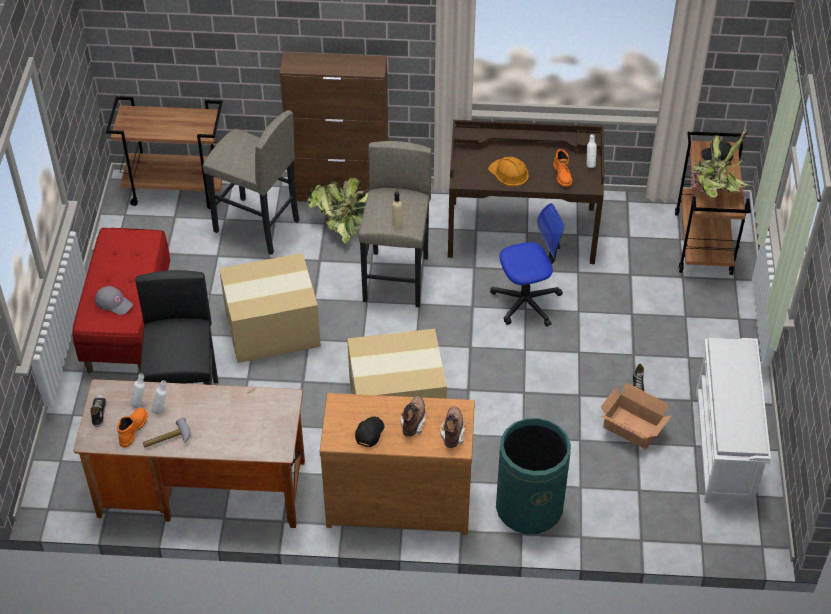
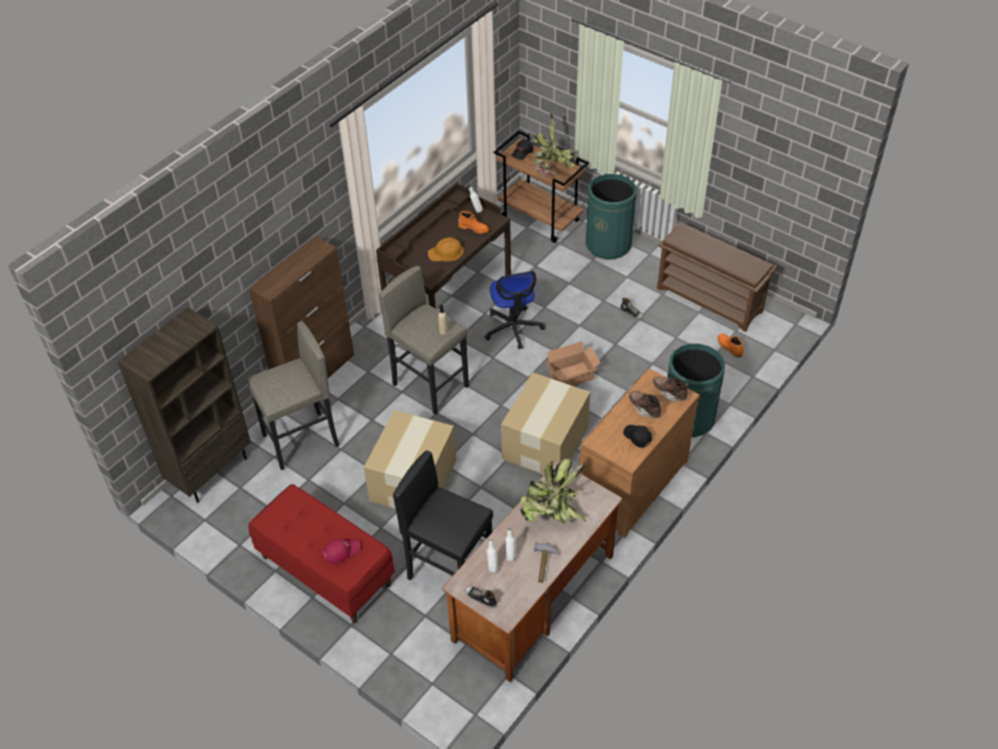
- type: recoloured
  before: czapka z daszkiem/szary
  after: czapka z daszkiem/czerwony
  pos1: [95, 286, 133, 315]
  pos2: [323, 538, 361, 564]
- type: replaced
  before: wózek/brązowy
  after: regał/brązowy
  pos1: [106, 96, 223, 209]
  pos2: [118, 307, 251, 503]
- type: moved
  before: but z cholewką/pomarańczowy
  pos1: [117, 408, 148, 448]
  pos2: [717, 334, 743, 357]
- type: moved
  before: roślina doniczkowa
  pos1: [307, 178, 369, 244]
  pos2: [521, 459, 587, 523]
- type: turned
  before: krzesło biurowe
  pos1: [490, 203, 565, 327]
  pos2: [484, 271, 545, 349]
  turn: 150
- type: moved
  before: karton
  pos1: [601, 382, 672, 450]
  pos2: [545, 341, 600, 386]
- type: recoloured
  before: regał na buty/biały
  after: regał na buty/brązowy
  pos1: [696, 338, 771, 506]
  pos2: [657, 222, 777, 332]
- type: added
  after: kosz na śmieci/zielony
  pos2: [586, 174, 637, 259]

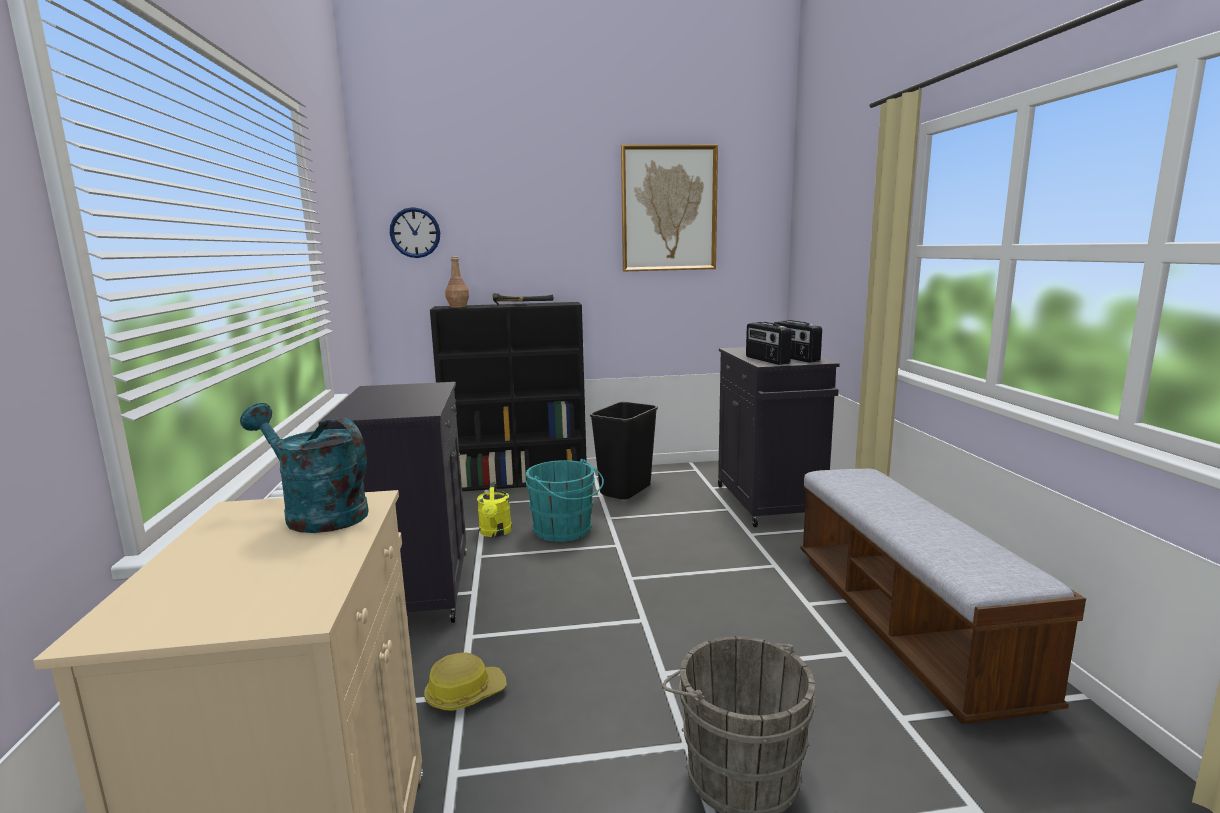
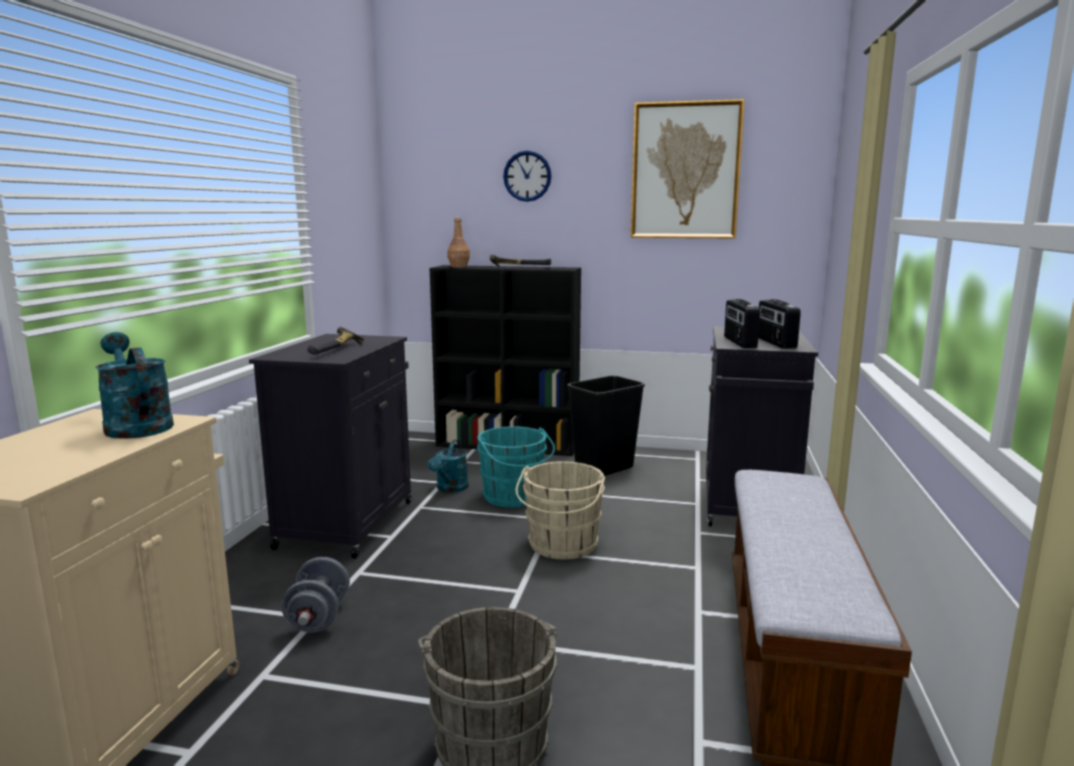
- type: moved
  before: zegar ścienny
  pos1: [390, 207, 440, 258]
  pos2: [503, 151, 551, 202]
- type: replaced
  before: kask
  after: hantel/szary
  pos1: [424, 652, 507, 711]
  pos2: [281, 557, 350, 633]
- type: recoloured
  before: konewka/żółty
  after: konewka/turkusowy
  pos1: [477, 482, 512, 537]
  pos2: [428, 439, 469, 493]
- type: added
  after: młotek
  pos2: [308, 327, 364, 355]
- type: added
  after: wiadro/beżowy
  pos2: [515, 461, 605, 560]

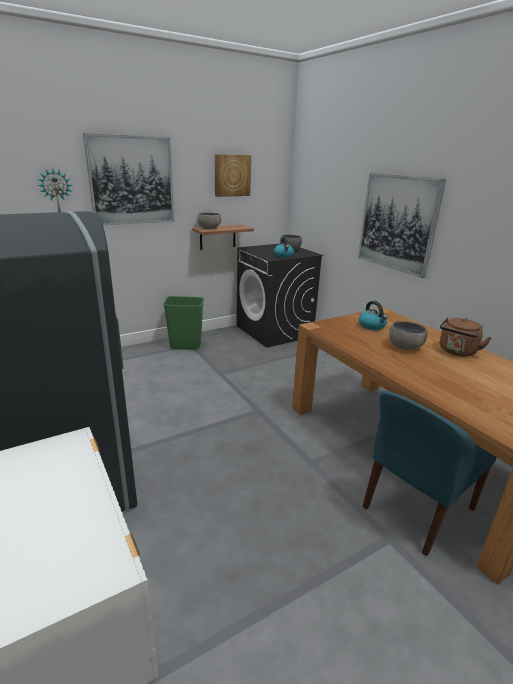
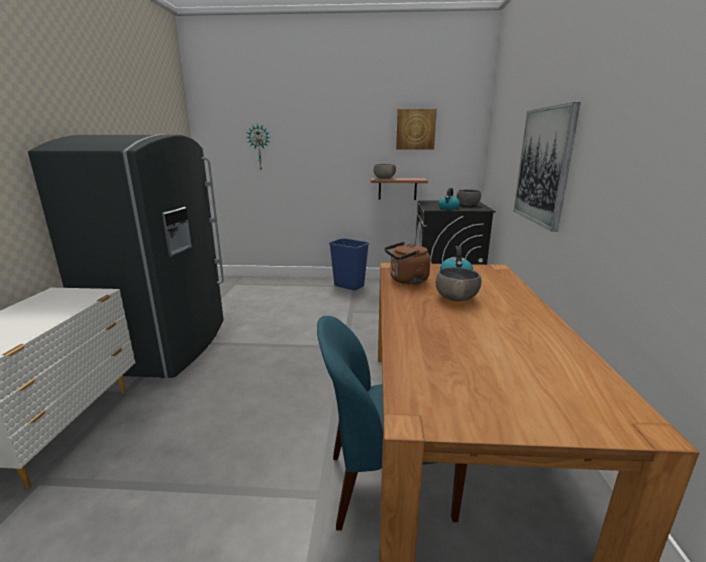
- type: removed
  before: obraz
  pos1: [83, 133, 174, 225]
- type: recoloured
  before: kosz na śmieci/zielony
  after: kosz na śmieci/niebieski
  pos1: [163, 296, 204, 350]
  pos2: [329, 238, 369, 290]
- type: moved
  before: czajnik/brązowy
  pos1: [440, 316, 492, 356]
  pos2: [385, 242, 430, 284]

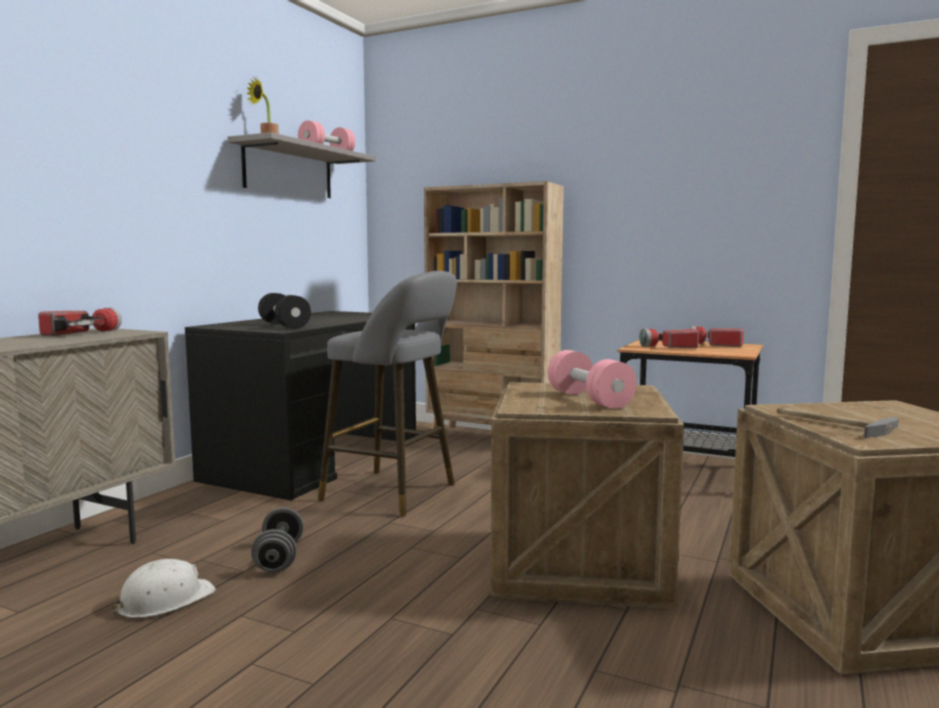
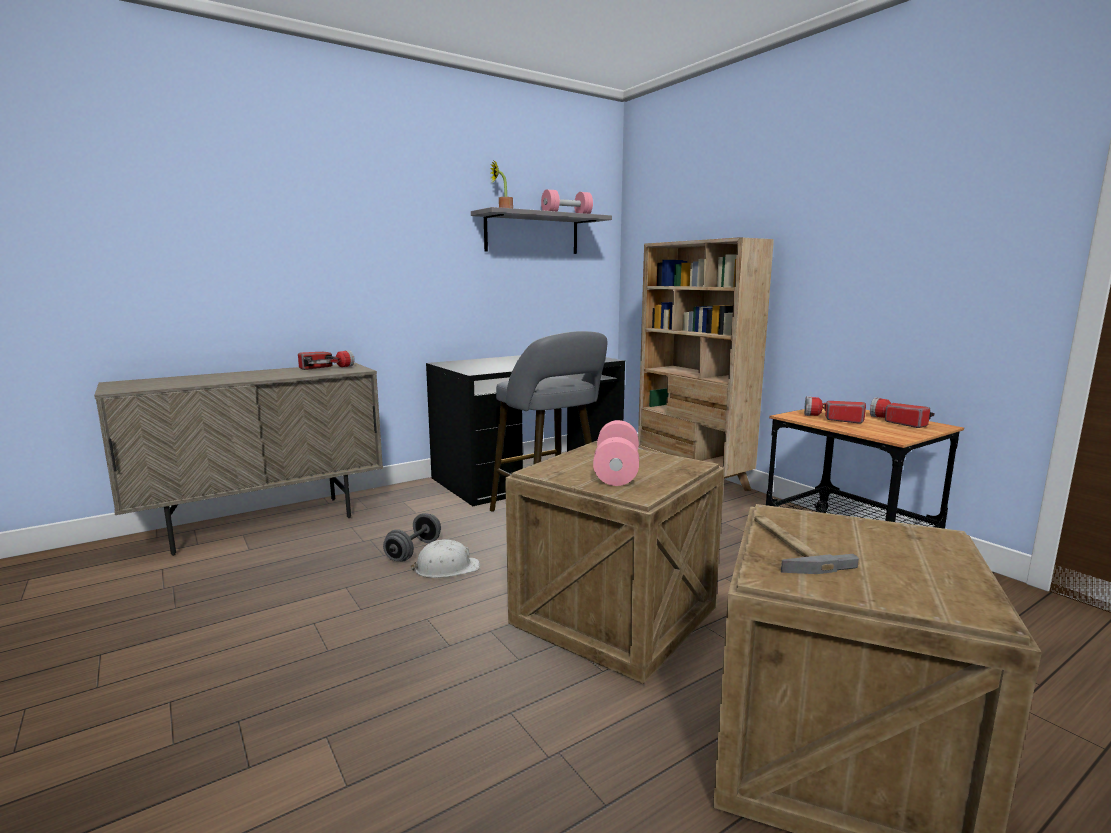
- type: moved
  before: kask/biały
  pos1: [112, 559, 216, 618]
  pos2: [411, 539, 480, 578]
- type: removed
  before: hantel/czarny
  pos1: [258, 293, 311, 329]

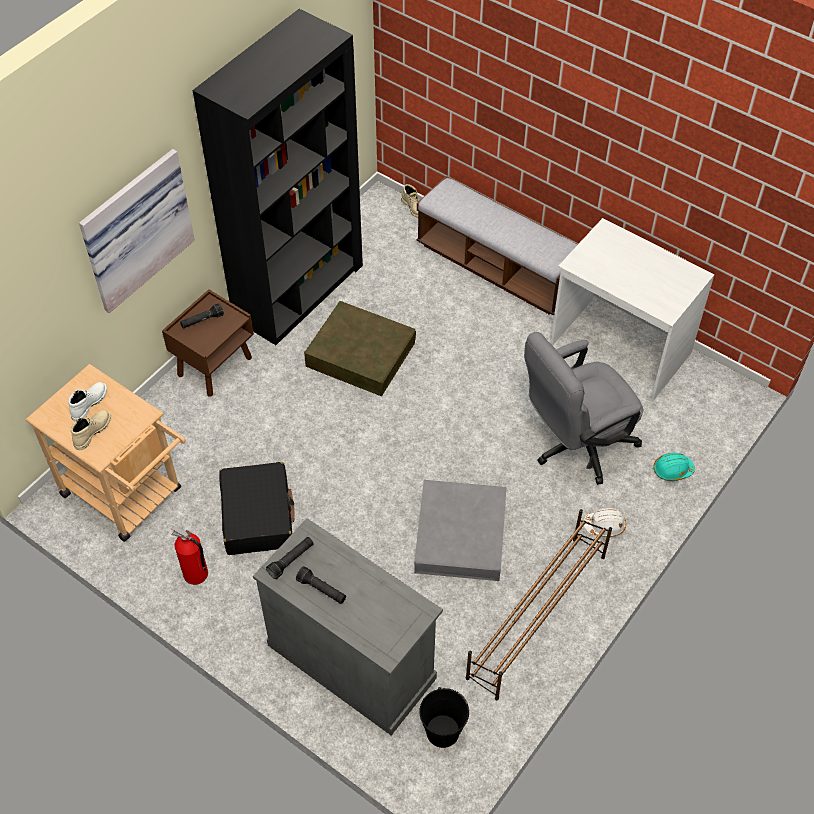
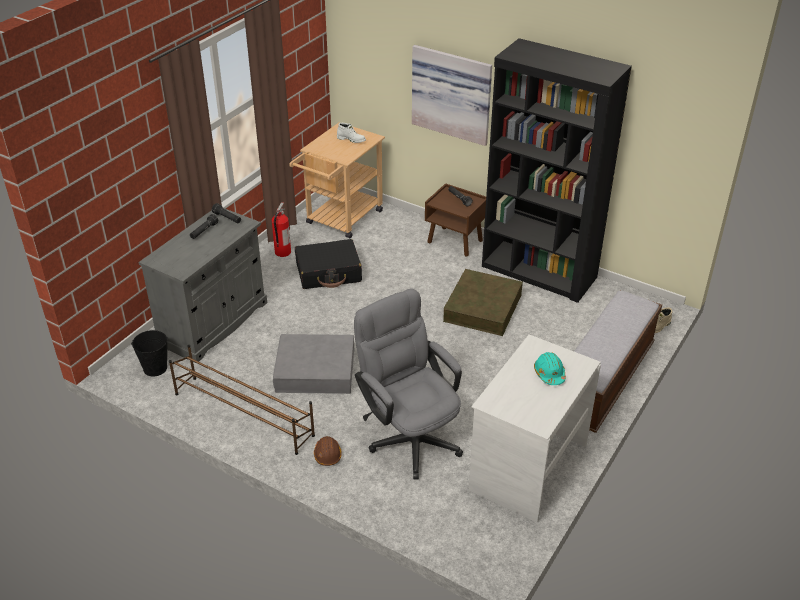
- type: removed
  before: but z cholewką/beżowy
  pos1: [71, 410, 111, 450]
- type: recoloured
  before: kask/biały
  after: kask/brązowy
  pos1: [584, 508, 626, 537]
  pos2: [314, 436, 342, 466]
- type: moved
  before: kask/turkusowy
  pos1: [653, 453, 695, 481]
  pos2: [534, 352, 566, 385]

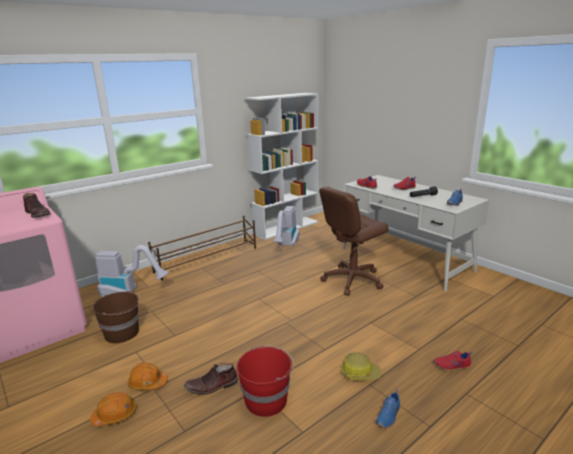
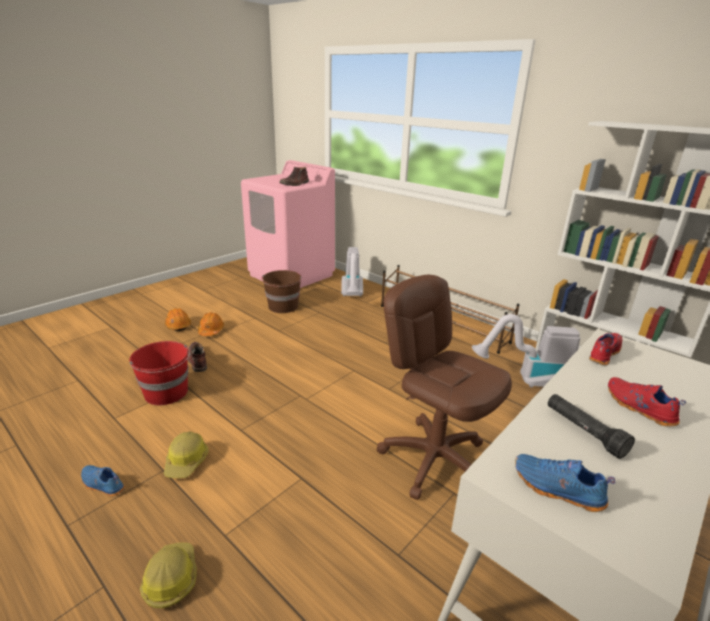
- type: replaced
  before: but/czerwony
  after: kask
  pos1: [434, 351, 473, 371]
  pos2: [140, 543, 197, 608]

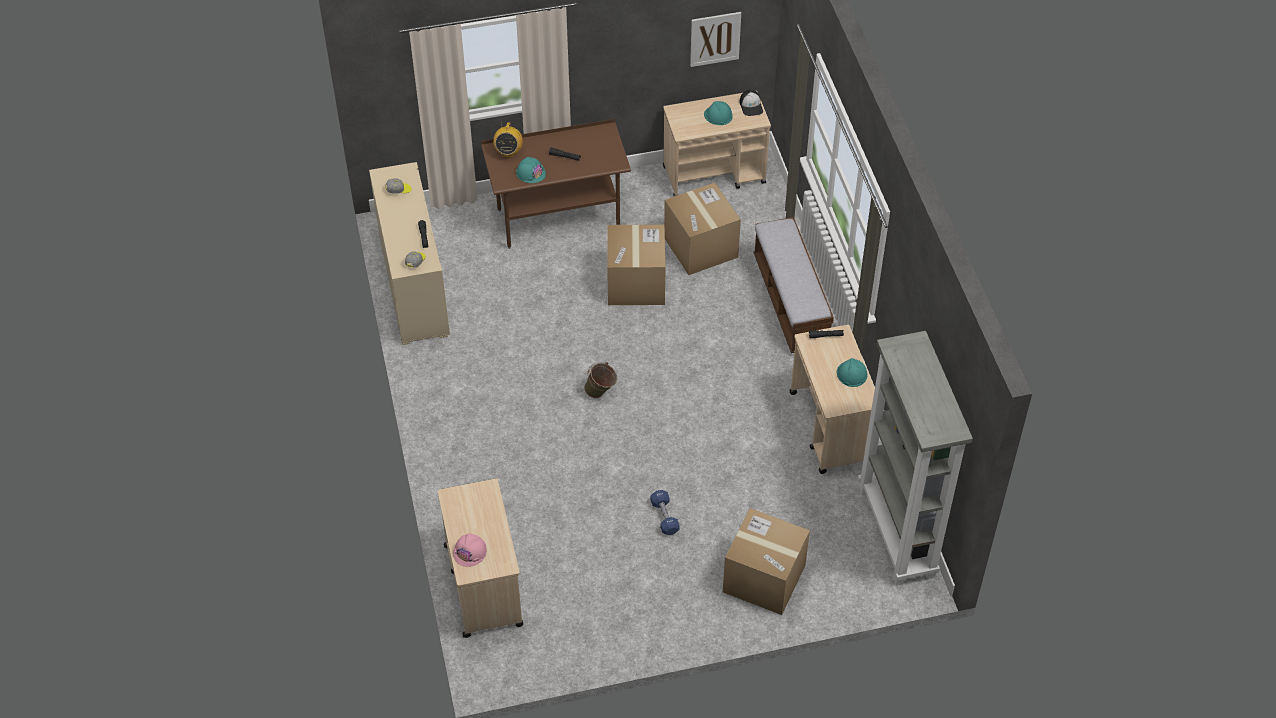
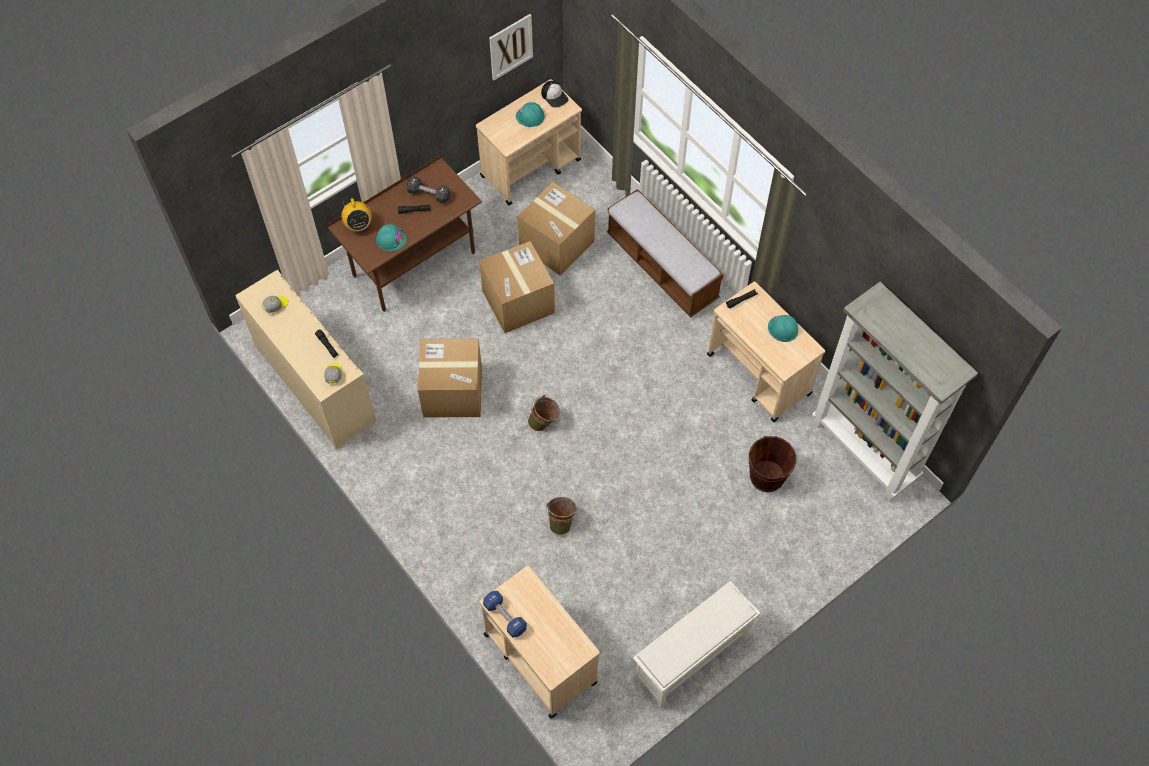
- type: removed
  before: kask/różowy
  pos1: [453, 534, 487, 567]
- type: moved
  before: hantel/niebieski
  pos1: [650, 490, 680, 535]
  pos2: [483, 591, 527, 638]
- type: moved
  before: karton
  pos1: [723, 508, 810, 615]
  pos2: [418, 339, 482, 418]
- type: added
  after: hantel/czarny
  pos2: [406, 177, 451, 203]
- type: added
  after: wiadro/zielony
  pos2: [546, 497, 577, 535]
- type: added
  after: regał na buty/biały
  pos2: [633, 581, 760, 708]
- type: added
  after: wiadro/brązowy
  pos2: [749, 436, 796, 492]

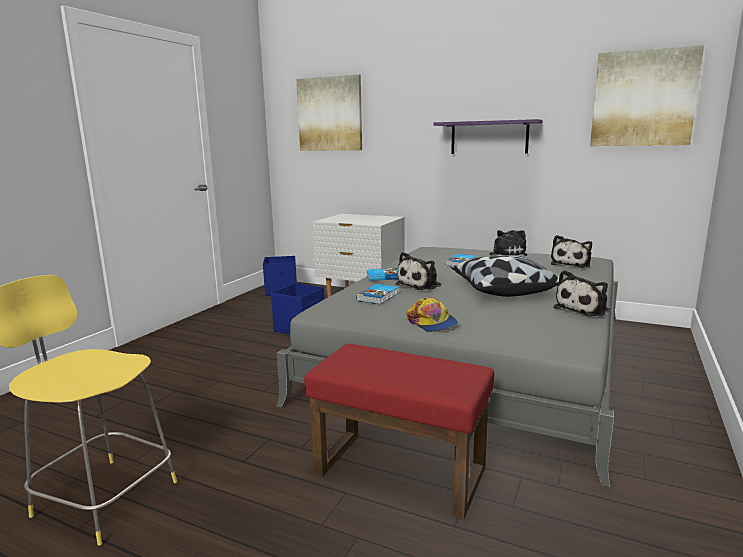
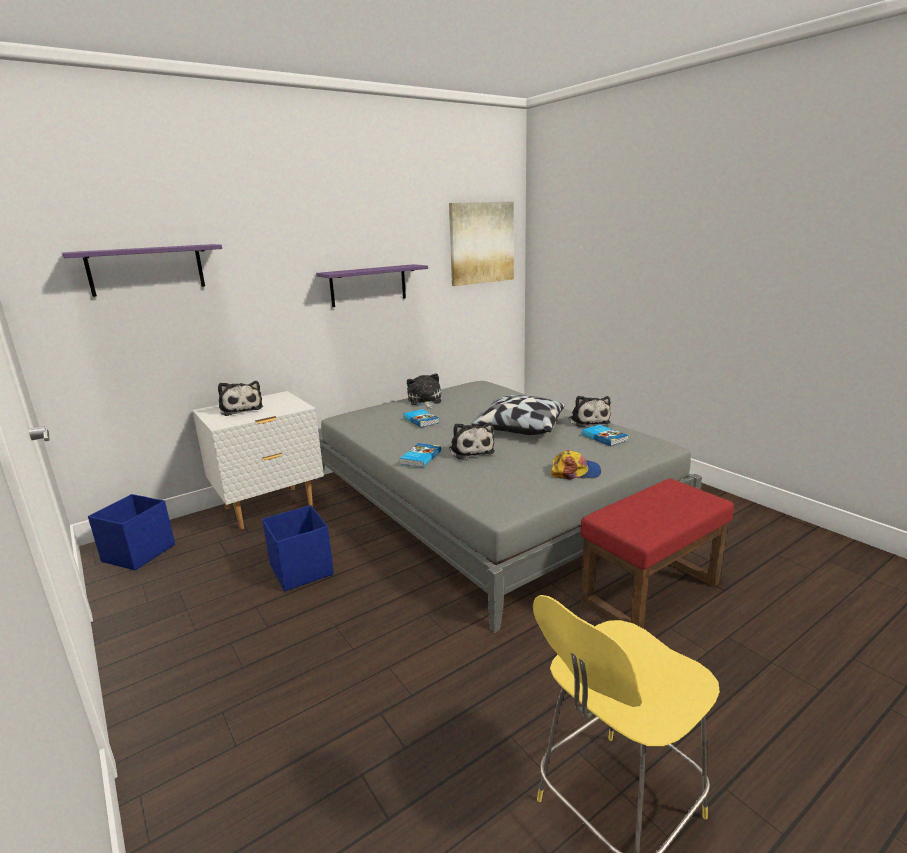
- type: replaced
  before: obraz
  after: półka/fioletowy
  pos1: [296, 74, 362, 151]
  pos2: [61, 244, 222, 297]
- type: moved
  before: książka
  pos1: [356, 284, 399, 304]
  pos2: [582, 425, 629, 446]
- type: moved
  before: pluszak
  pos1: [551, 235, 592, 267]
  pos2: [218, 381, 263, 416]

